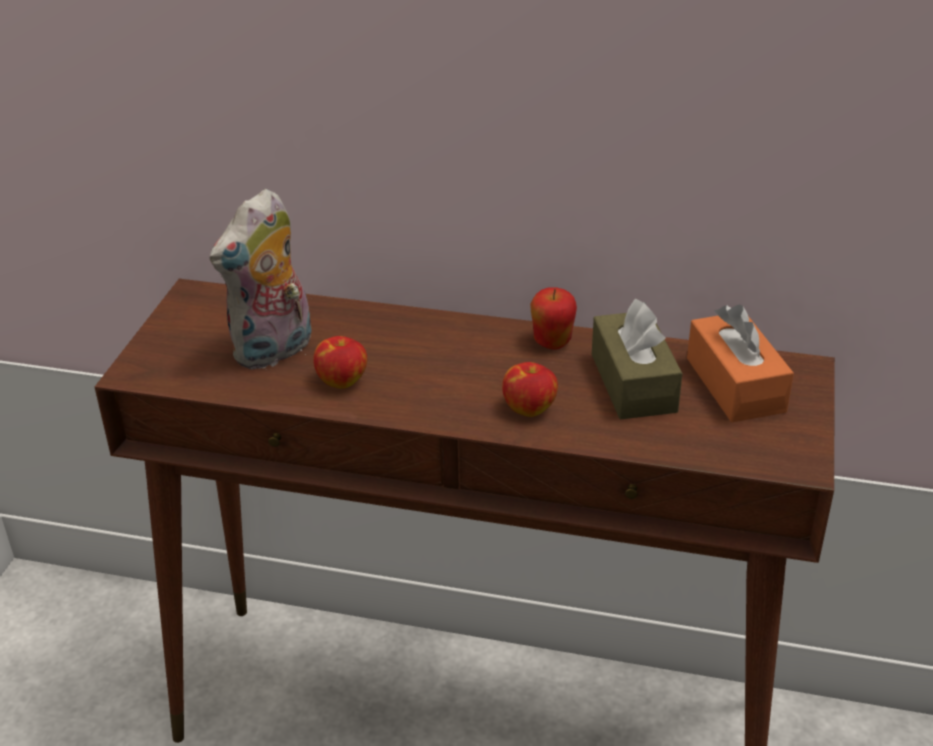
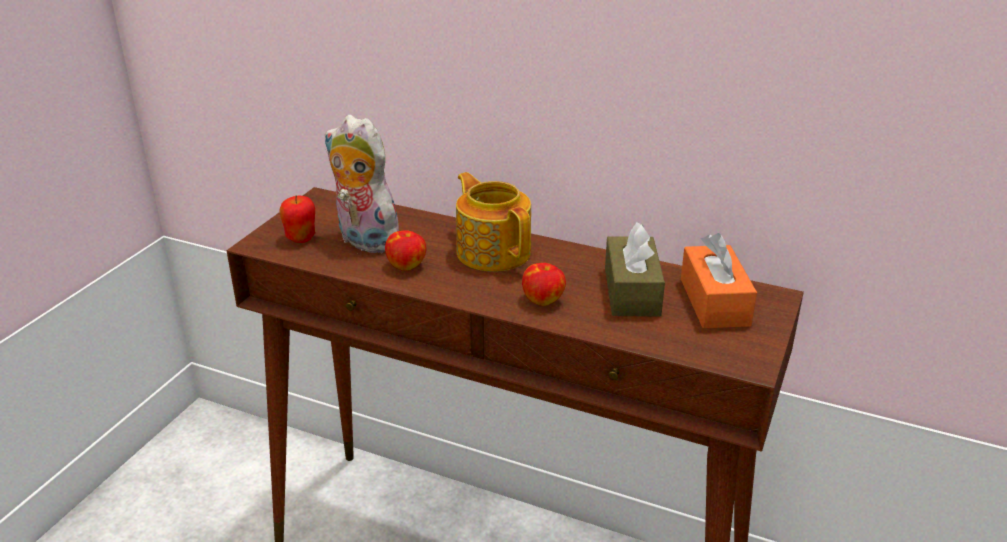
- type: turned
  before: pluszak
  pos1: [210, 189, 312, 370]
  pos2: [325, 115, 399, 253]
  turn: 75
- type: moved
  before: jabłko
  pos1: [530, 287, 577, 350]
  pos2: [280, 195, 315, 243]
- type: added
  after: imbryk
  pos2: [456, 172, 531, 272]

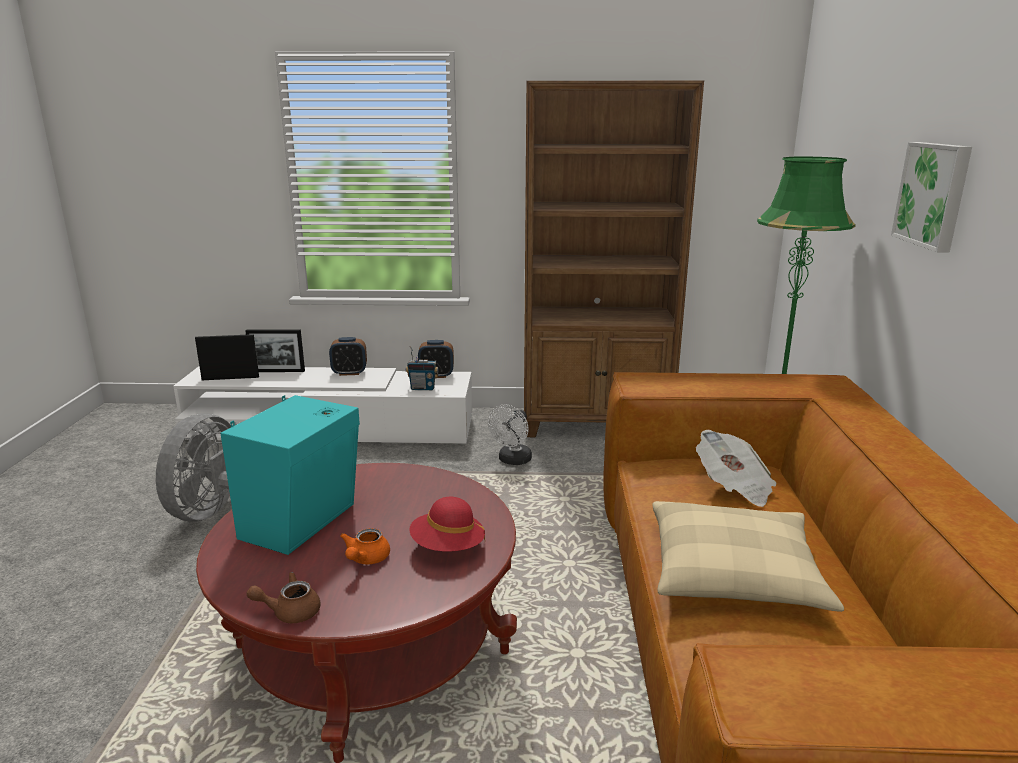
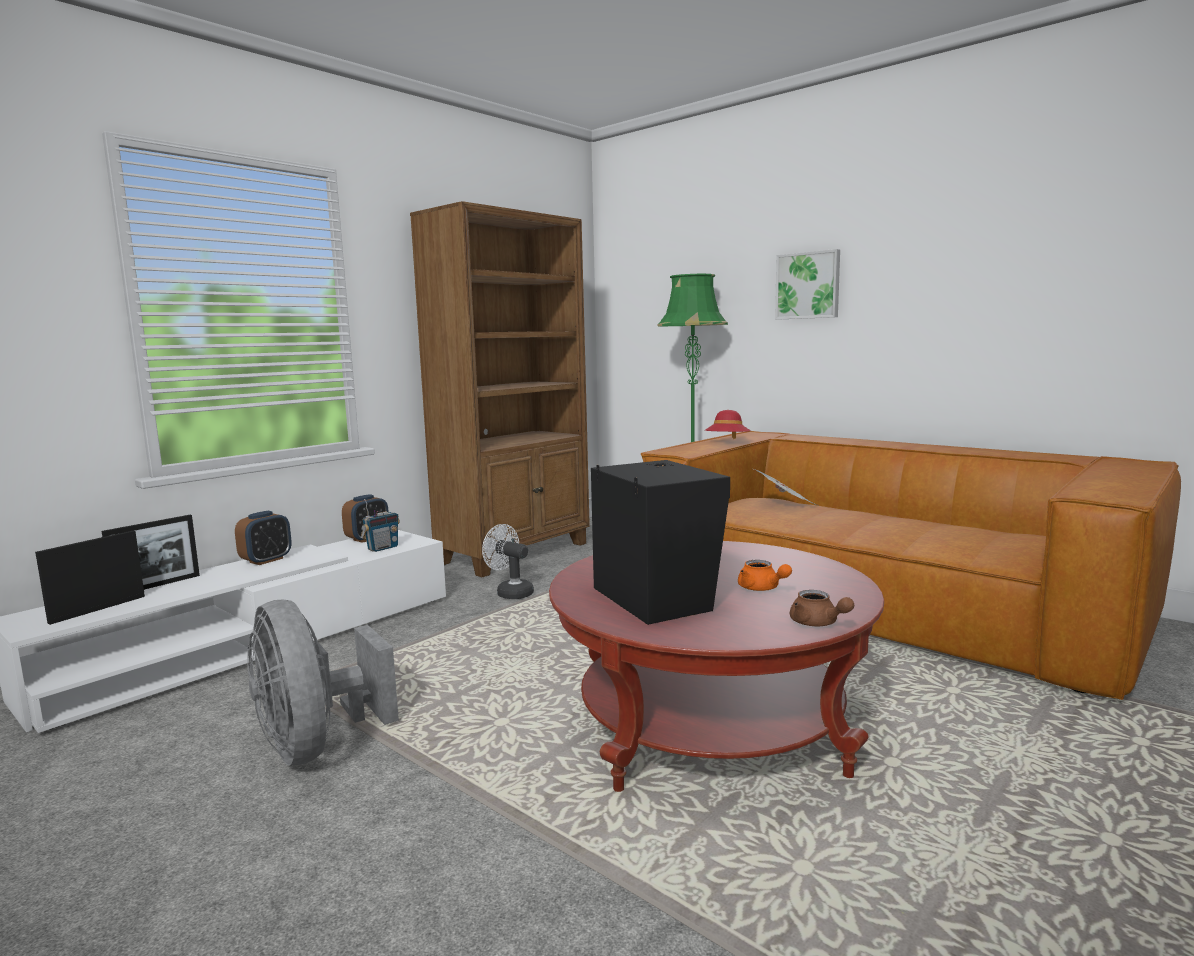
- type: recoloured
  before: głośnik/turkusowy
  after: głośnik/czarny
  pos1: [220, 395, 360, 555]
  pos2: [591, 460, 730, 625]
- type: turned
  before: imbryk/brązowy
  pos1: [247, 572, 321, 623]
  pos2: [790, 590, 854, 626]
  turn: -60
- type: moved
  before: kapelusz/czerwony
  pos1: [409, 497, 485, 552]
  pos2: [705, 410, 751, 439]
- type: turned
  before: wentylator/biały
  pos1: [488, 404, 532, 465]
  pos2: [482, 524, 534, 599]
  turn: 150
- type: removed
  before: poduszka/beżowy
  pos1: [652, 501, 844, 612]

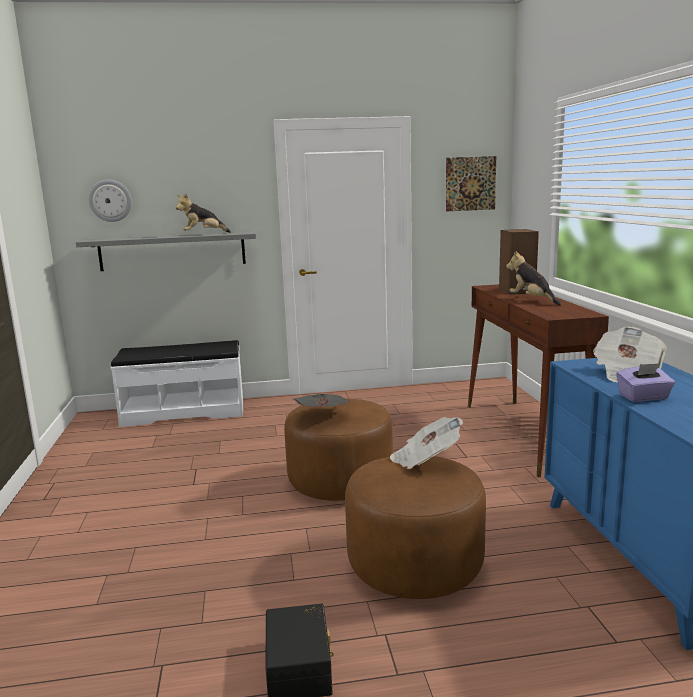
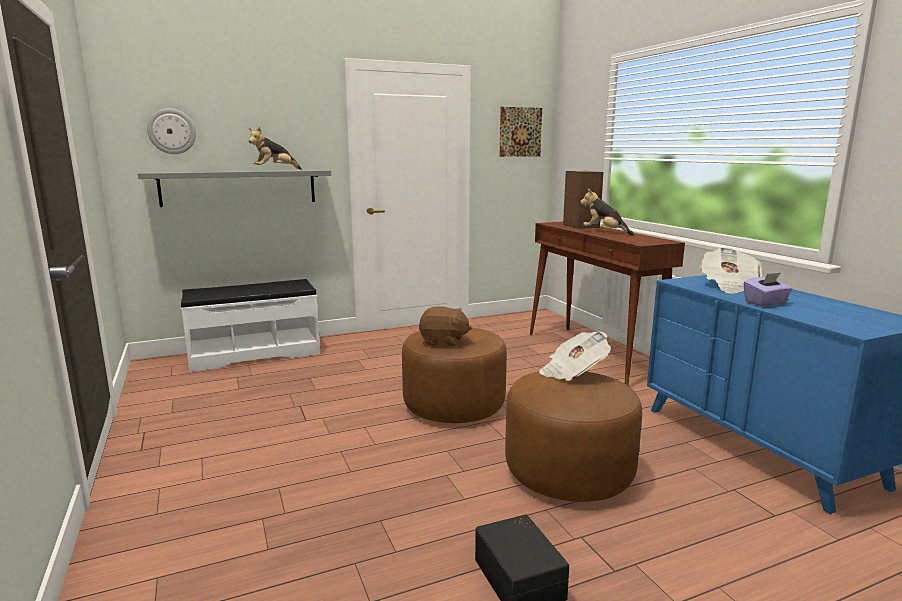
- type: replaced
  before: gazeta
  after: pluszak/brązowy
  pos1: [293, 394, 349, 407]
  pos2: [419, 306, 472, 347]

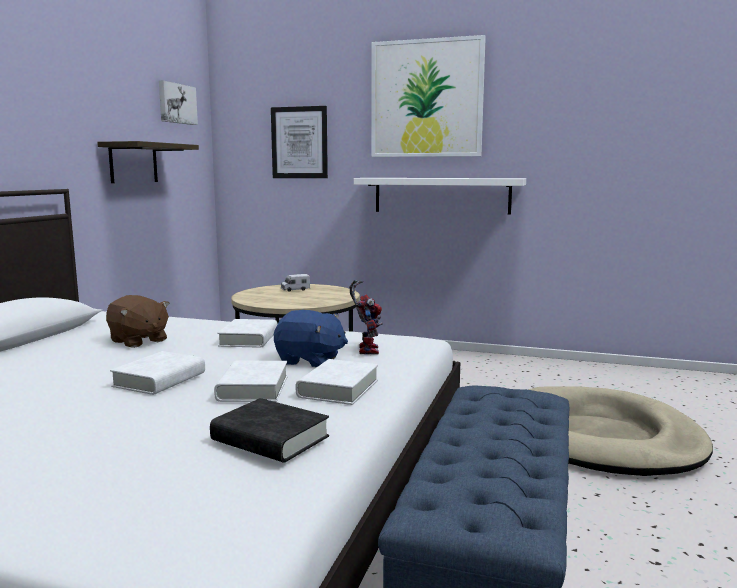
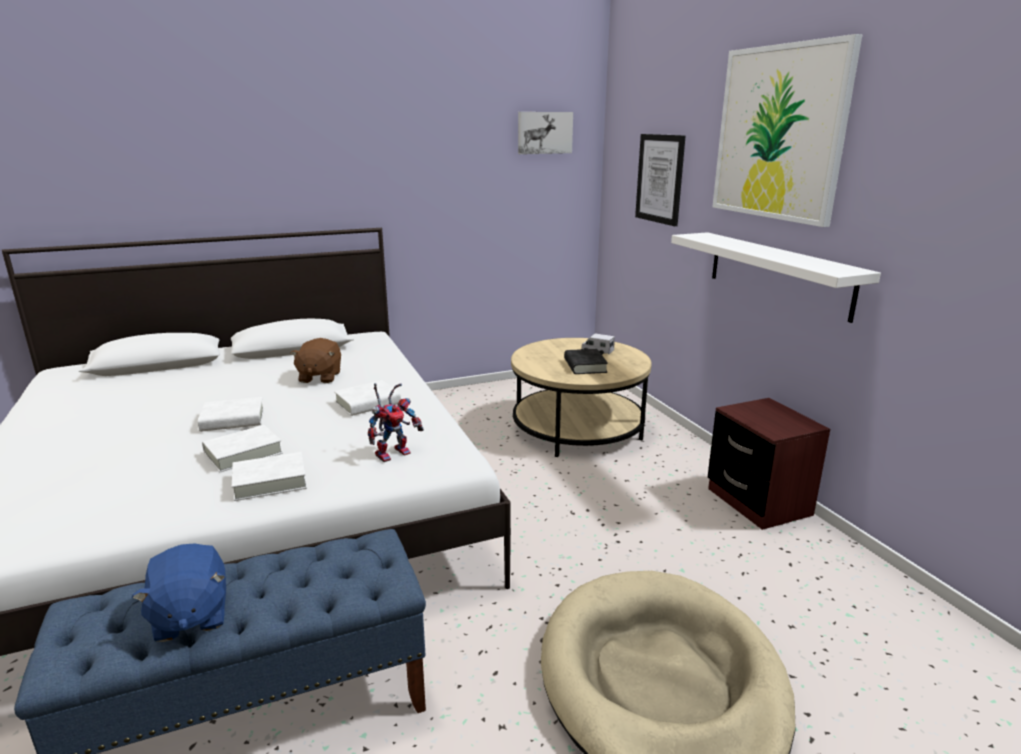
- type: removed
  before: półka
  pos1: [97, 141, 199, 183]
- type: moved
  before: książka/czarny
  pos1: [210, 398, 329, 462]
  pos2: [564, 349, 608, 374]
- type: moved
  before: pluszak/niebieski
  pos1: [274, 310, 348, 367]
  pos2: [132, 543, 226, 642]
- type: added
  after: szafka nocna/brązowy
  pos2: [708, 398, 830, 530]

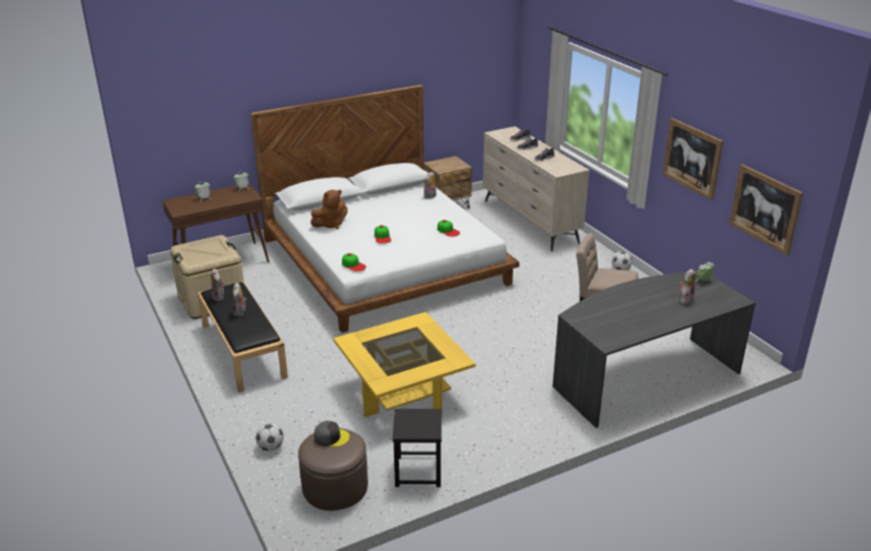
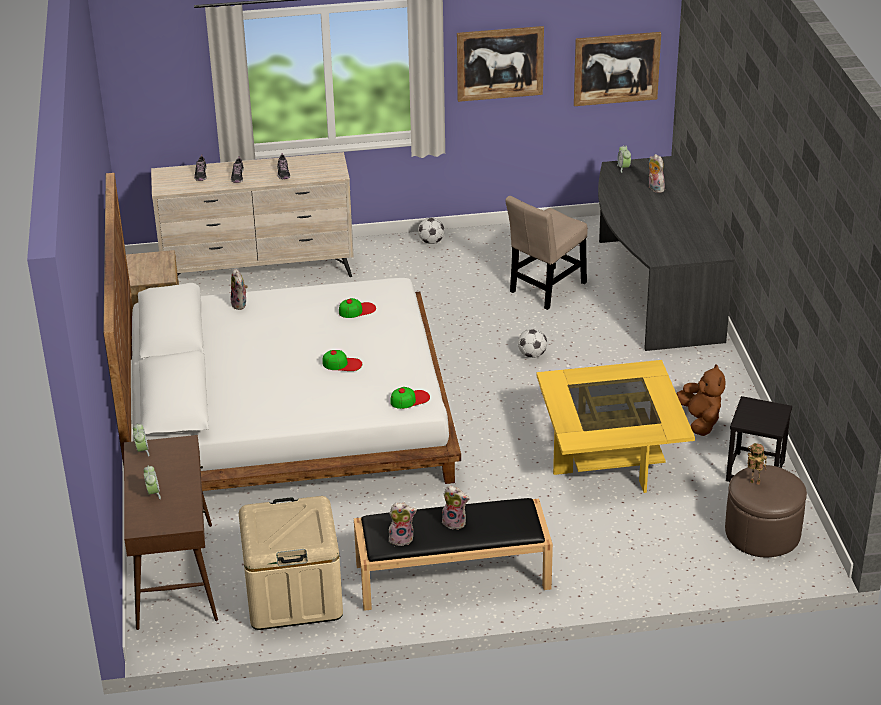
- type: moved
  before: piłka futbolowa
  pos1: [256, 423, 284, 451]
  pos2: [518, 329, 547, 358]
- type: moved
  before: pluszak/brązowy
  pos1: [311, 190, 348, 229]
  pos2: [676, 364, 726, 436]
- type: replaced
  before: czapka z daszkiem/szary
  after: robot zabawkowy
  pos1: [314, 421, 350, 447]
  pos2: [747, 443, 767, 485]

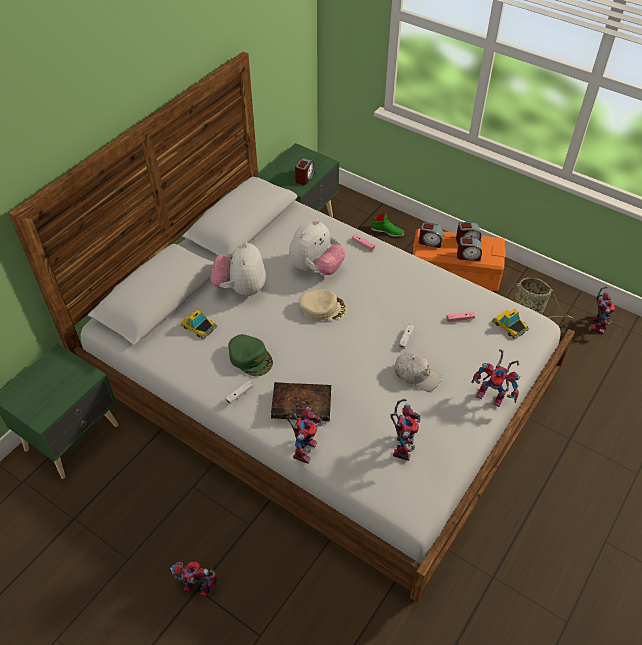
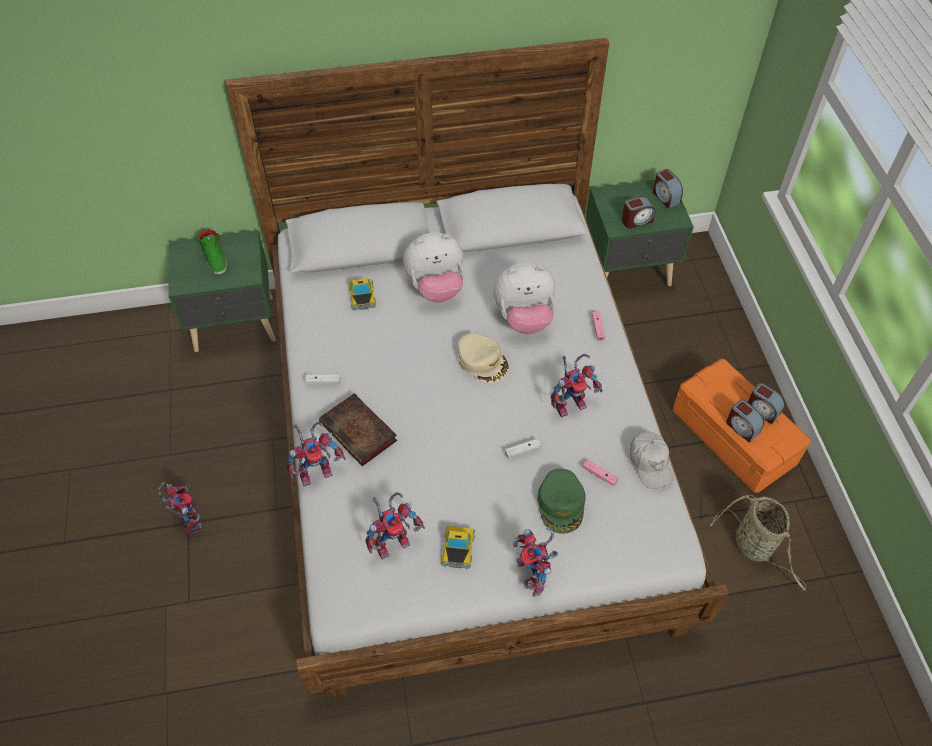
- type: turned
  before: pluszak
  pos1: [211, 241, 266, 296]
  pos2: [403, 232, 464, 303]
  turn: -150
- type: moved
  before: czapka z daszkiem/zielony
  pos1: [228, 334, 273, 376]
  pos2: [537, 469, 586, 534]
- type: moved
  before: but/zielony
  pos1: [371, 213, 404, 237]
  pos2: [198, 230, 227, 275]
- type: moved
  before: czapka z daszkiem/biały
  pos1: [395, 352, 441, 391]
  pos2: [630, 432, 674, 489]
- type: moved
  before: budzik
  pos1: [419, 222, 444, 248]
  pos2: [653, 169, 683, 209]
- type: moved
  before: samochodzik
  pos1: [492, 309, 529, 339]
  pos2: [441, 526, 475, 569]
- type: moved
  before: robot zabawkowy
  pos1: [591, 287, 615, 334]
  pos2: [551, 354, 603, 417]

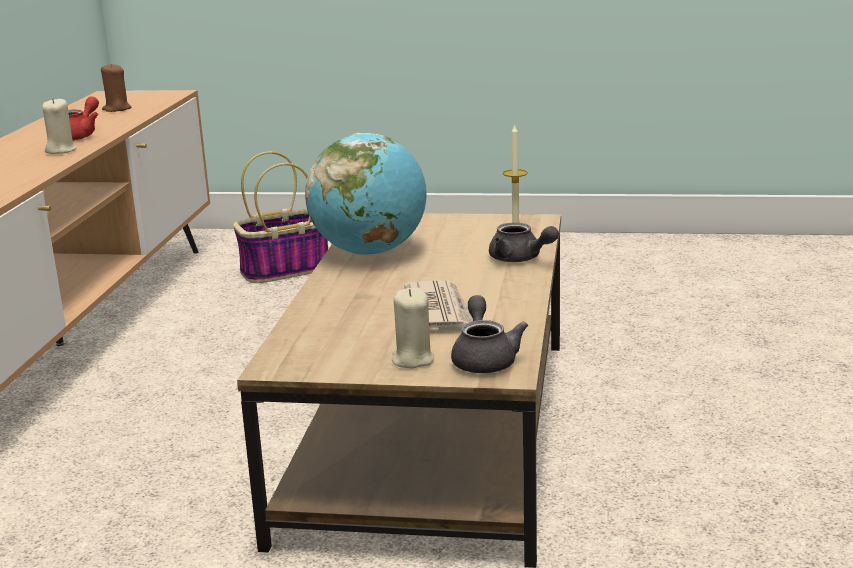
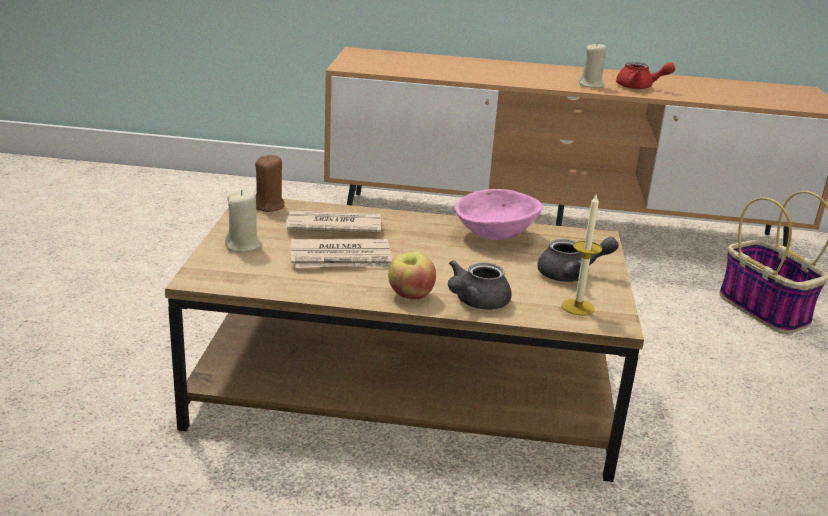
- type: moved
  before: świeca/brązowy
  pos1: [101, 64, 131, 112]
  pos2: [255, 154, 285, 212]
- type: replaced
  before: globus
  after: miska/różowy
  pos1: [305, 133, 427, 256]
  pos2: [455, 189, 543, 240]
- type: moved
  before: imbryk/szary
  pos1: [451, 295, 528, 373]
  pos2: [537, 237, 619, 282]
- type: added
  after: gazeta
  pos2: [286, 210, 381, 233]
- type: added
  after: jabłko
  pos2: [388, 252, 436, 299]

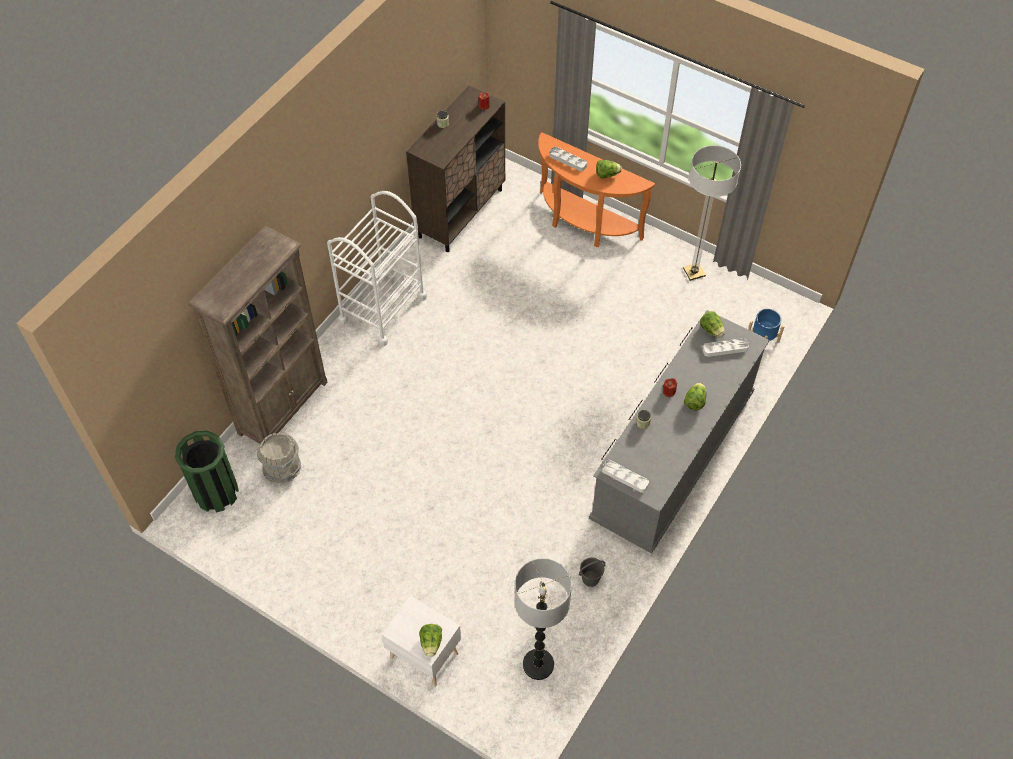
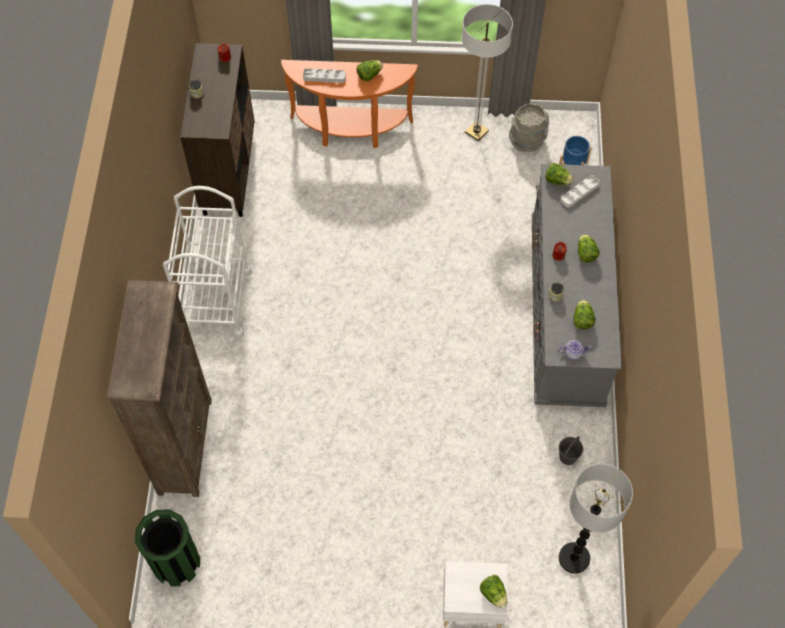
- type: moved
  before: wiadro/szary
  pos1: [257, 433, 301, 483]
  pos2: [509, 103, 549, 152]
- type: replaced
  before: taca/biały
  after: imbryk
  pos1: [602, 460, 649, 493]
  pos2: [558, 340, 592, 360]
- type: added
  after: sałata
  pos2: [573, 300, 596, 329]

